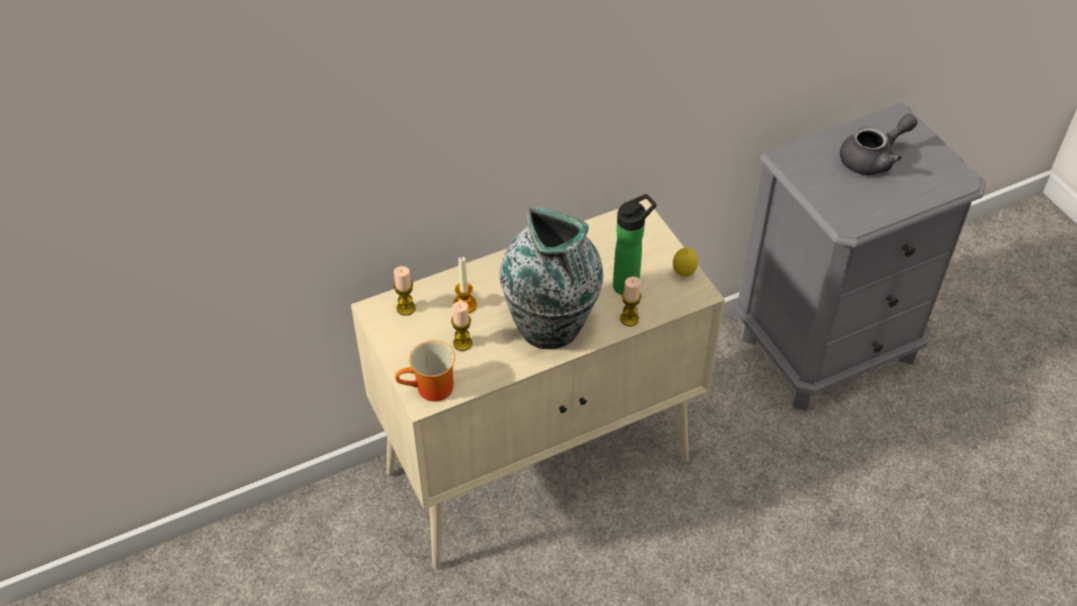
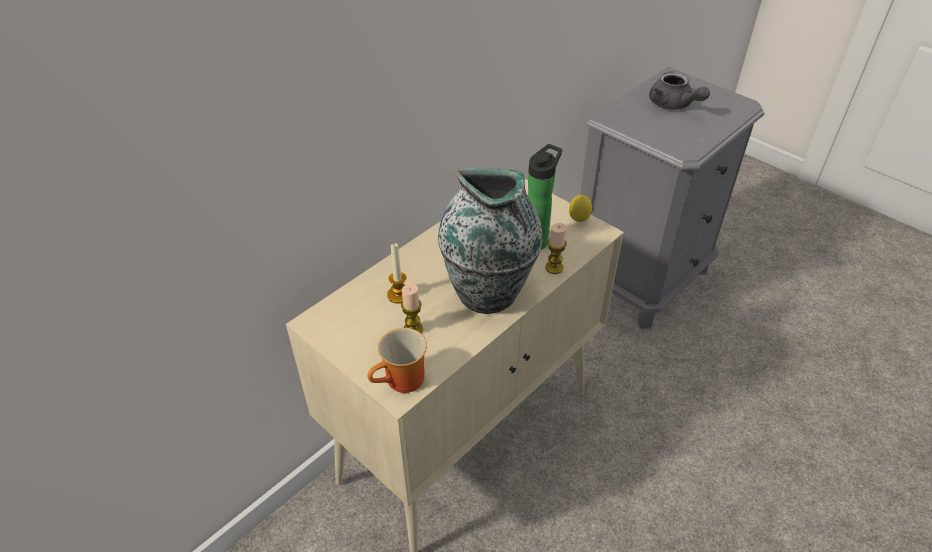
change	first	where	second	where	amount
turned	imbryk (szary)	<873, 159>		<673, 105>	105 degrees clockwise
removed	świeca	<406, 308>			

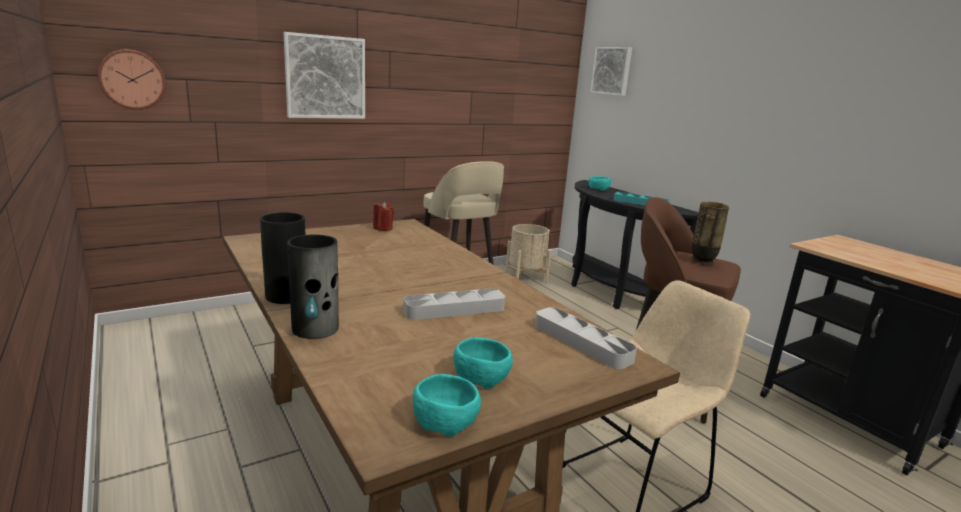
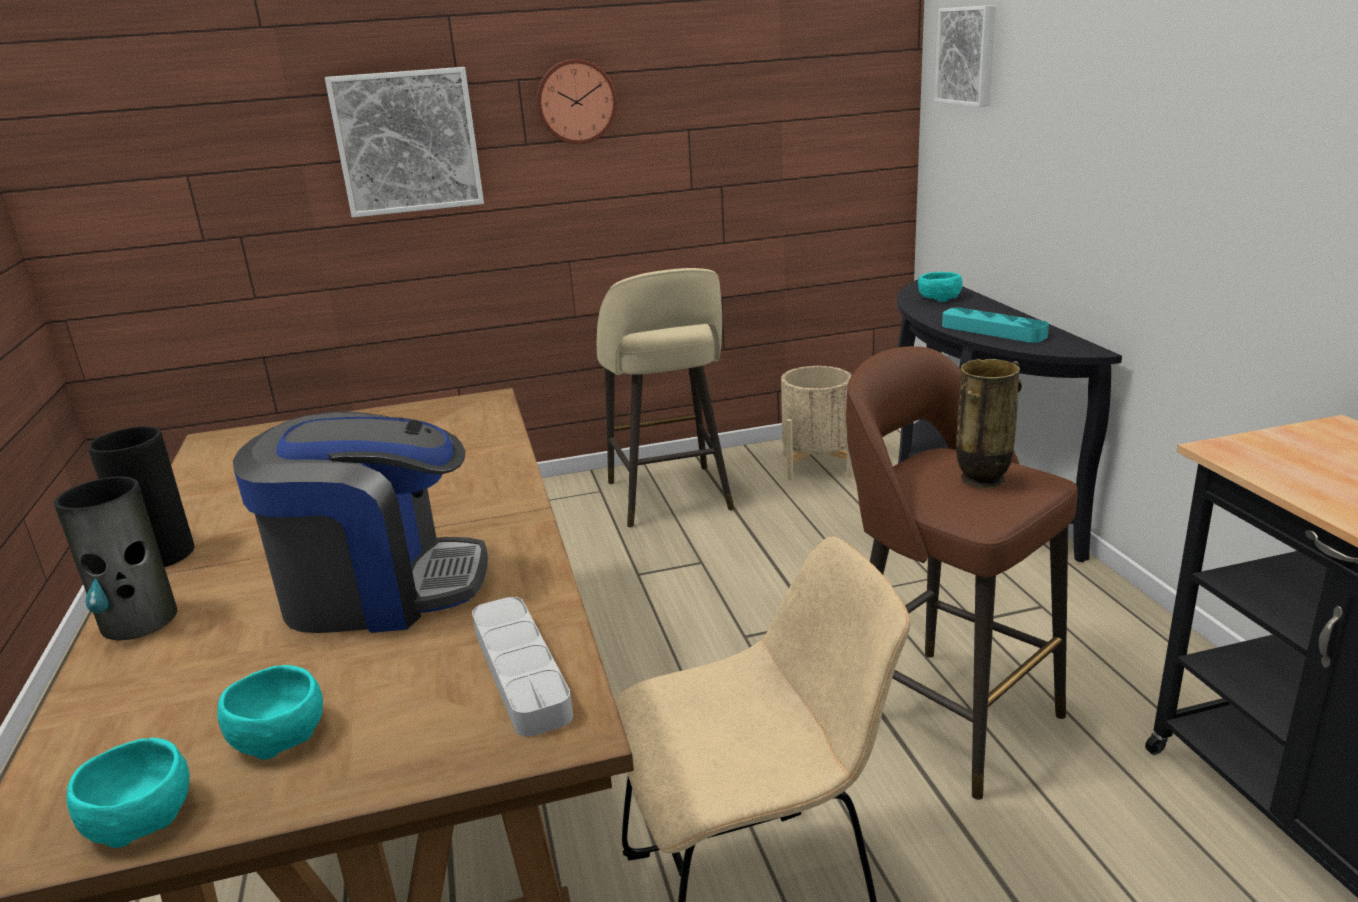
change	first	where	second	where	amount
moved	zegar ścienny	<132, 79>		<575, 101>	
removed	świeca (czerwony)	<383, 228>			
replaced	taca (szary)	<454, 309>	ekspres do kawy	<380, 589>	

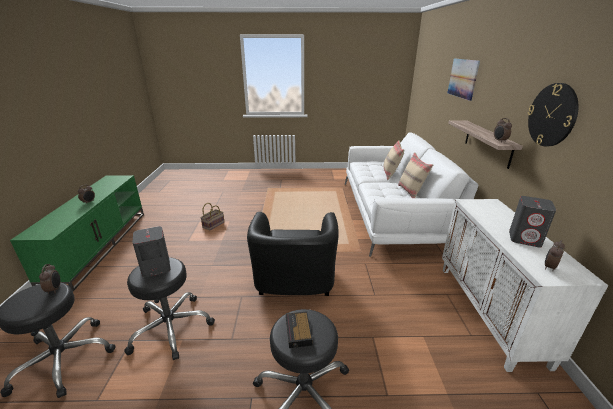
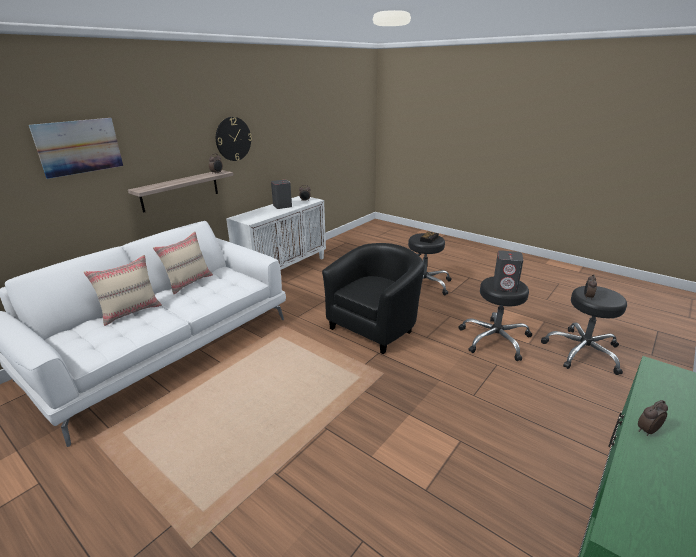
change	first	where	second	where	amount
removed	koszyk	<213, 224>			

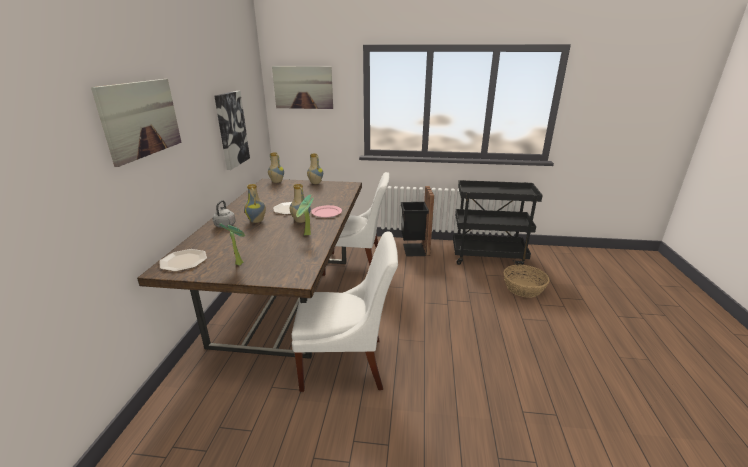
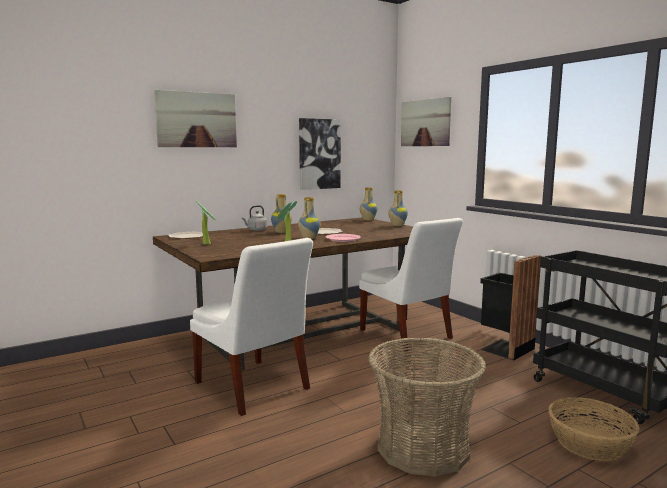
change	first	where	second	where	amount
added			koszyk	<422, 447>	

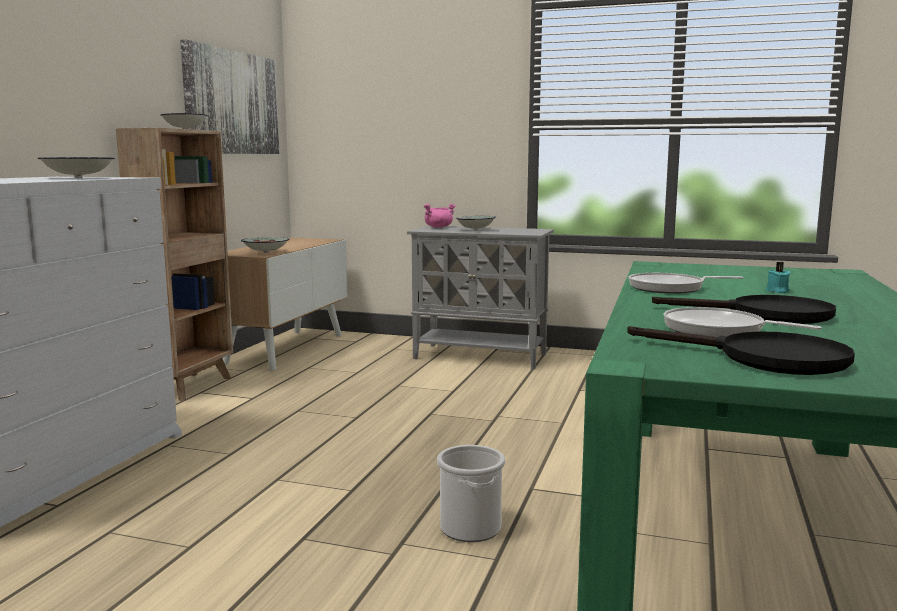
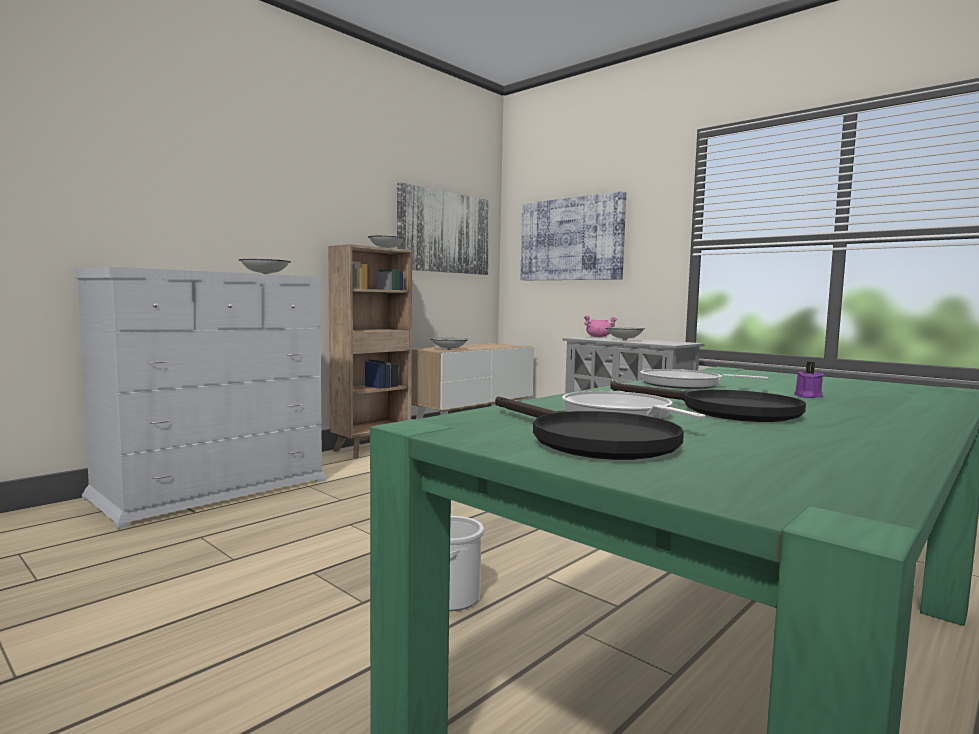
change	first	where	second	where	amount
recoloured	świeca (turkusowy)	<777, 291>	świeca (fioletowy)	<807, 396>	
added			obraz	<572, 239>	

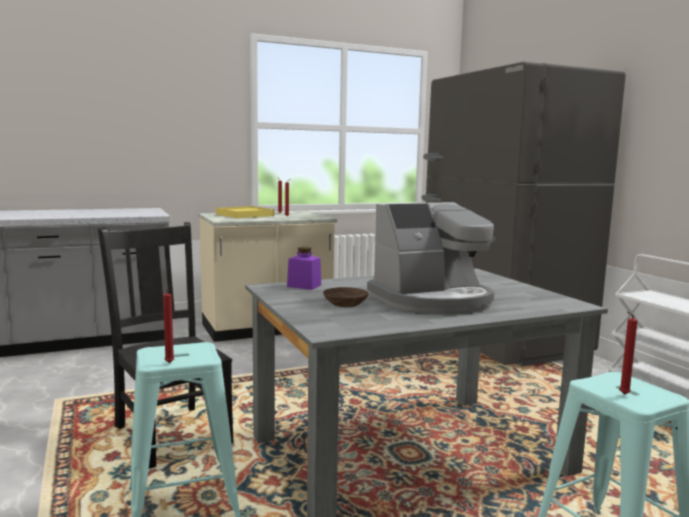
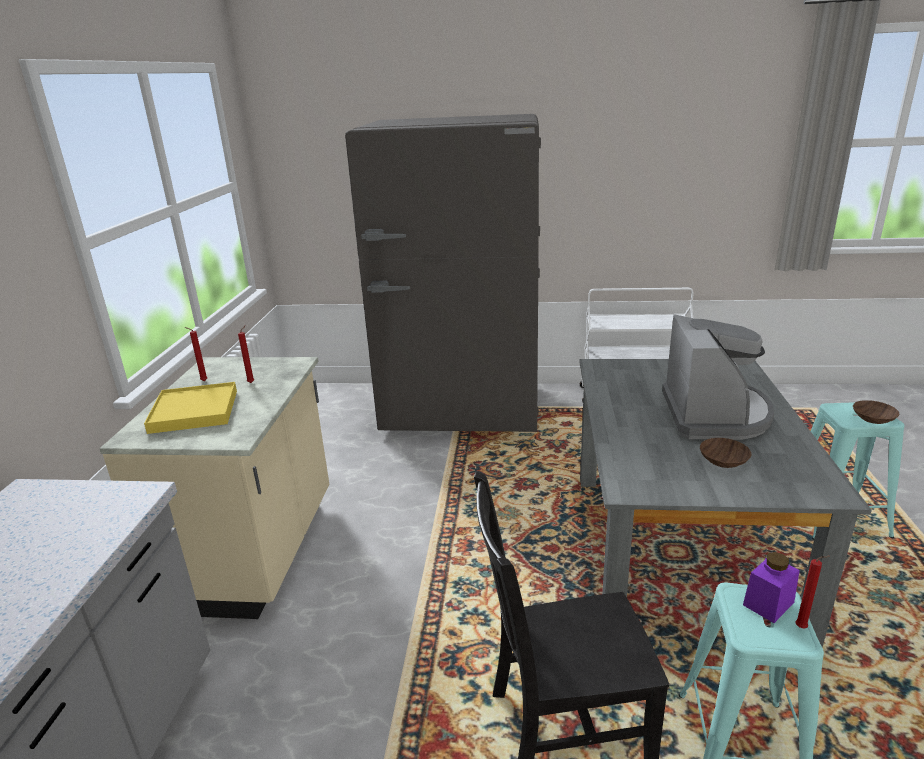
change	first	where	second	where	amount
moved	słoik (fioletowy)	<304, 286>		<768, 603>	
replaced	świeca (czerwony)	<622, 394>	miska (brązowy)	<872, 419>	

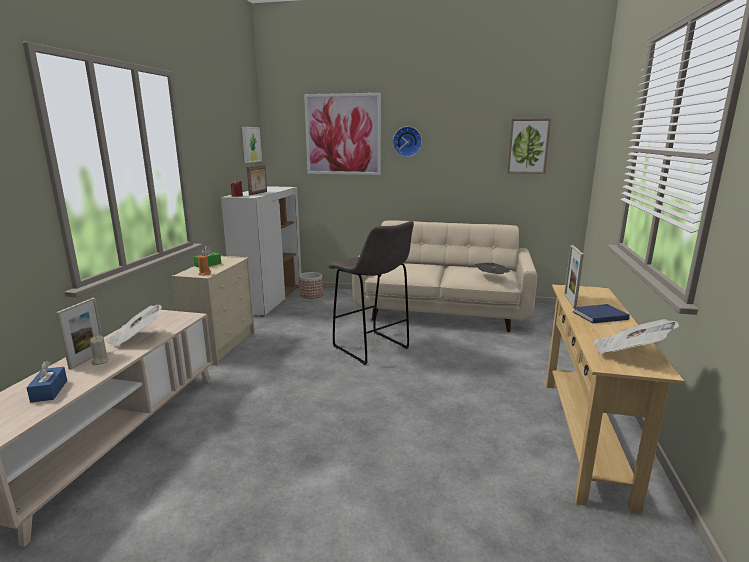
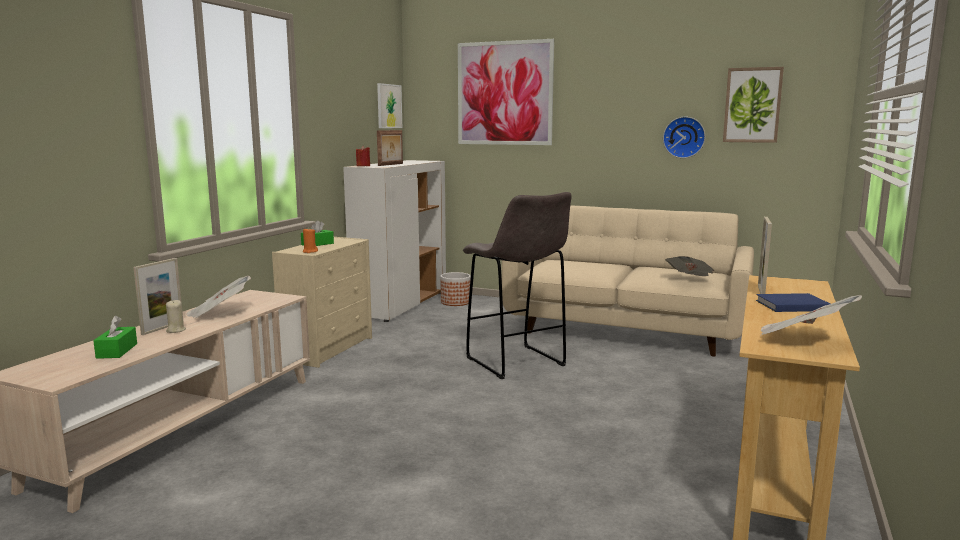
change	first	where	second	where	amount
moved	zegar ścienny	<407, 141>		<684, 137>	
recoloured	pudełko chusteczek (niebieski)	<49, 391>	pudełko chusteczek (zielony)	<117, 351>	

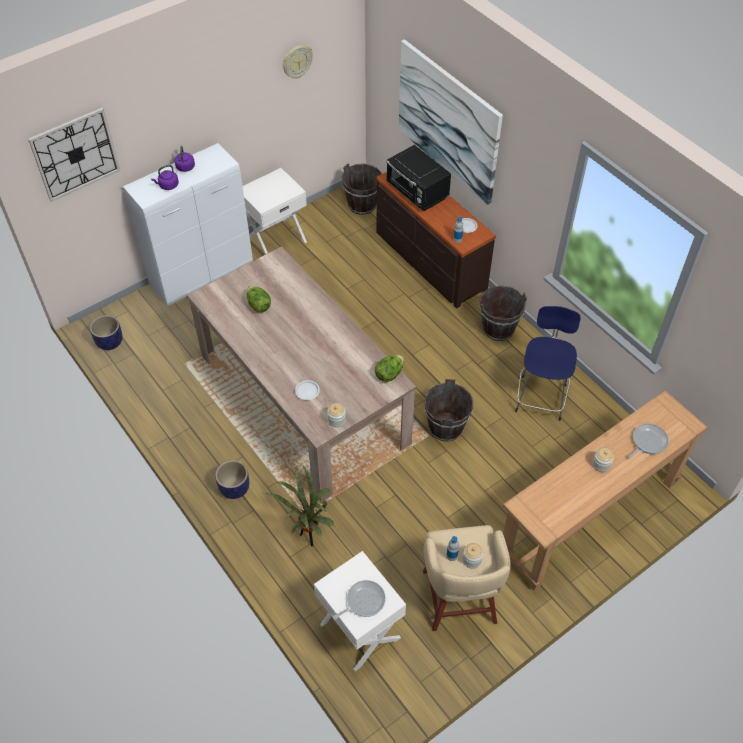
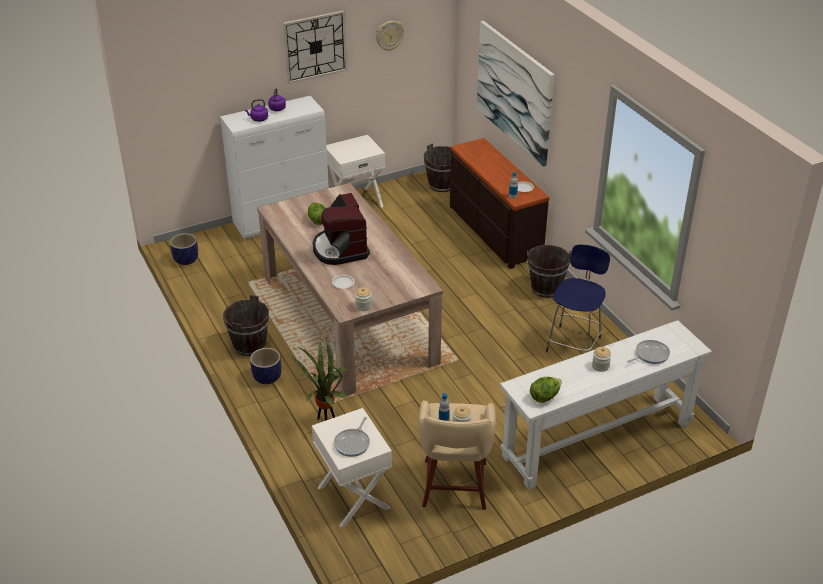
change	first	where	second	where	amount
moved	zegar ścienny	<75, 154>		<315, 46>	
removed	mikrofalówka (czarny)	<417, 193>			
moved	sałata	<389, 374>		<545, 397>	
moved	wiadro (brązowy)	<446, 427>		<250, 345>	
recoloured	stolik konsolowy (brązowy)	<588, 517>	stolik konsolowy (biały)	<597, 440>	
turned	patelnia	<363, 601>		<353, 443>	135 degrees clockwise
added			ekspres do kawy	<340, 249>	

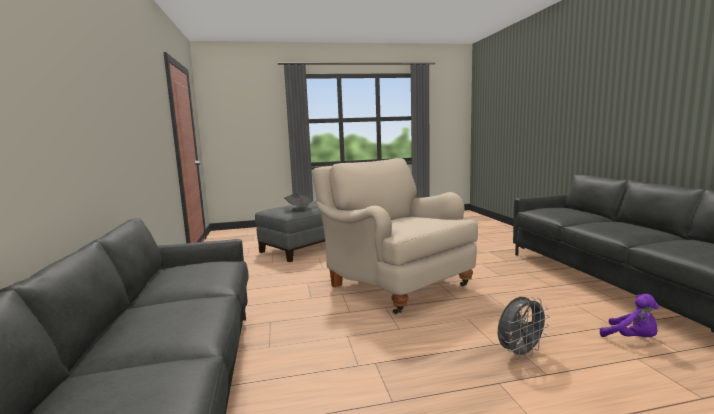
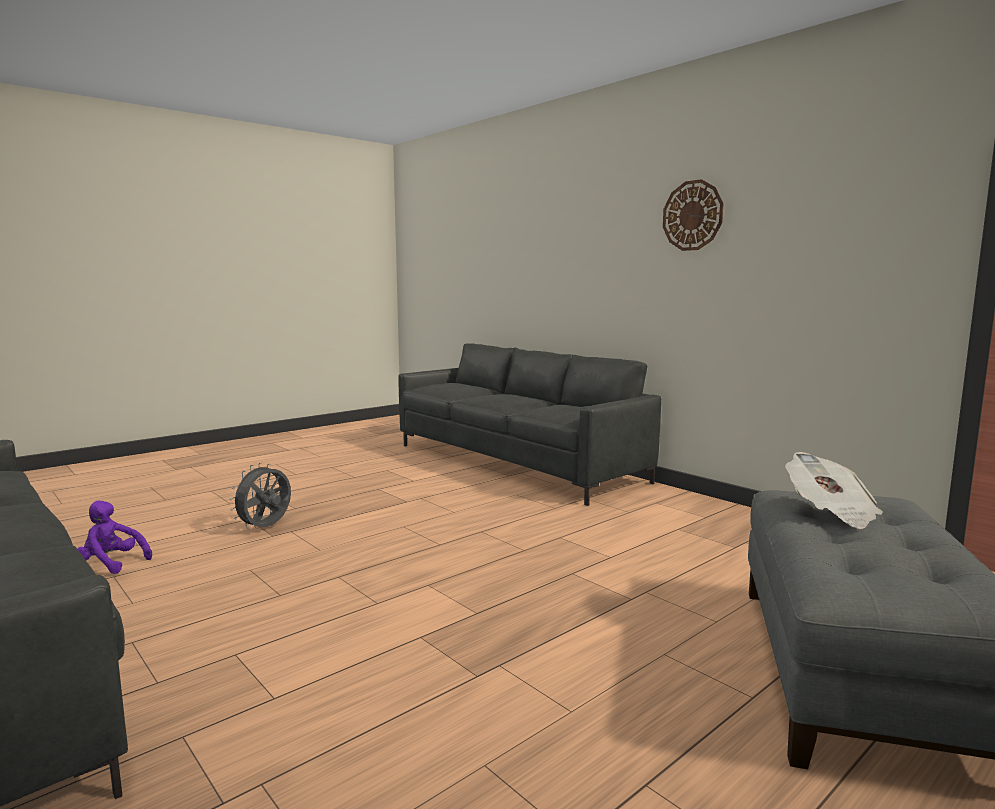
change	first	where	second	where	amount
removed	fotel (beżowy)	<394, 284>			
added			zegar ścienny	<692, 215>	

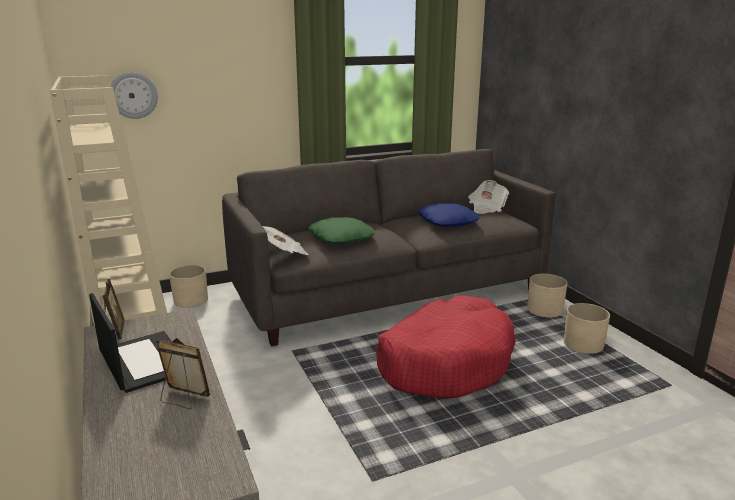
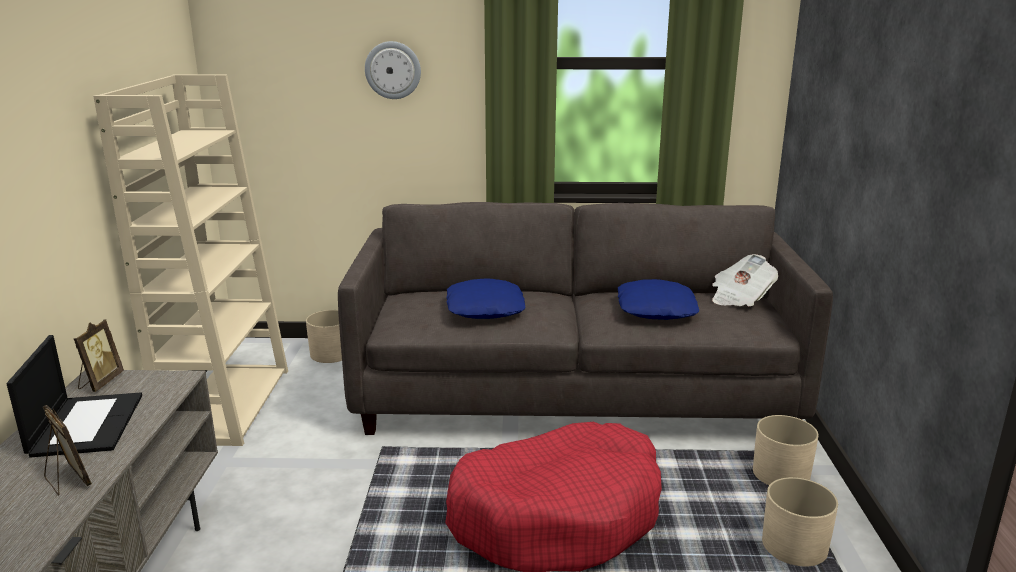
change	first	where	second	where	amount
moved	zegar ścienny	<133, 95>		<393, 70>	
recoloured	poduszka (zielony)	<341, 237>	poduszka (niebieski)	<486, 308>	
removed	gazeta	<283, 253>			

